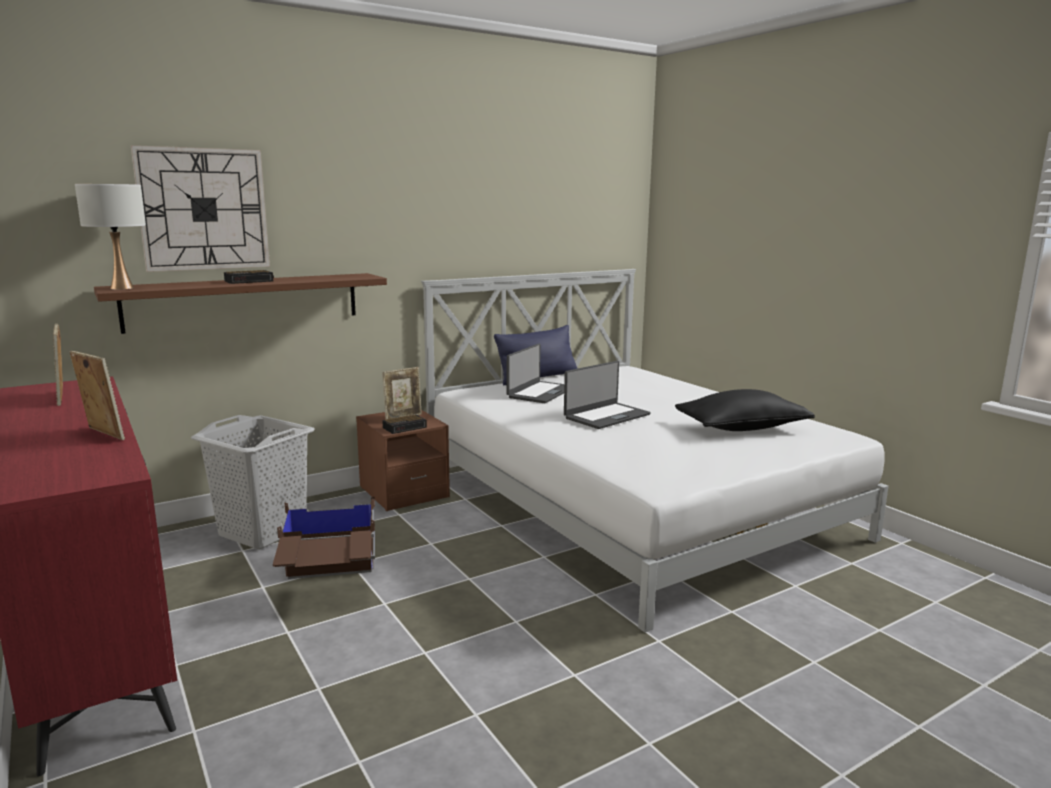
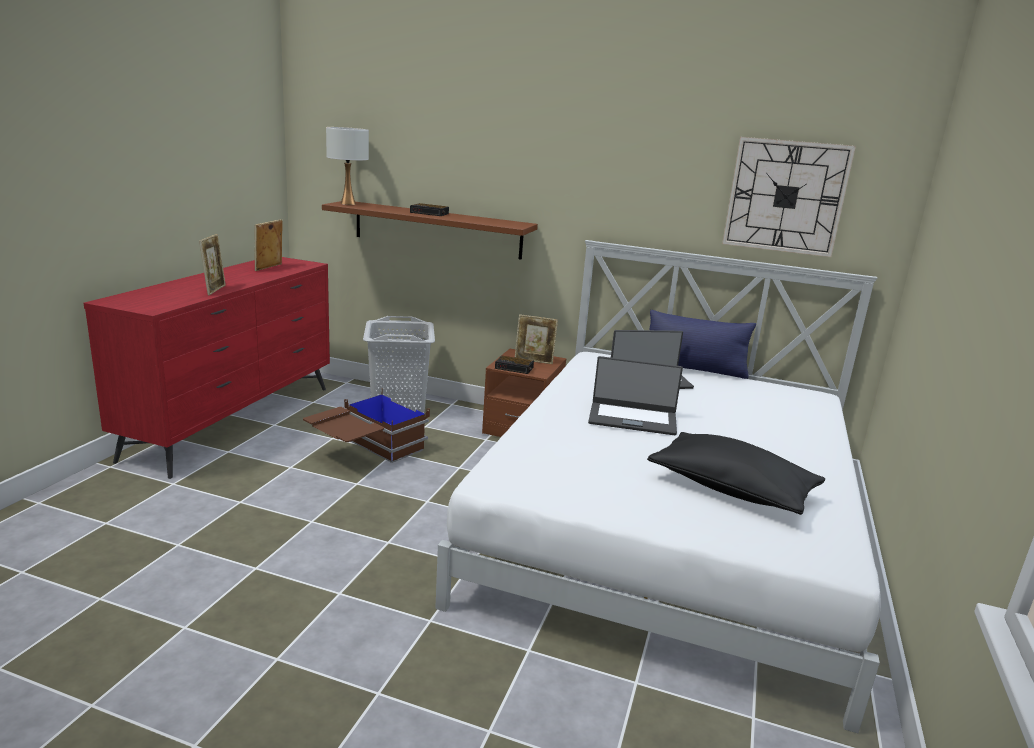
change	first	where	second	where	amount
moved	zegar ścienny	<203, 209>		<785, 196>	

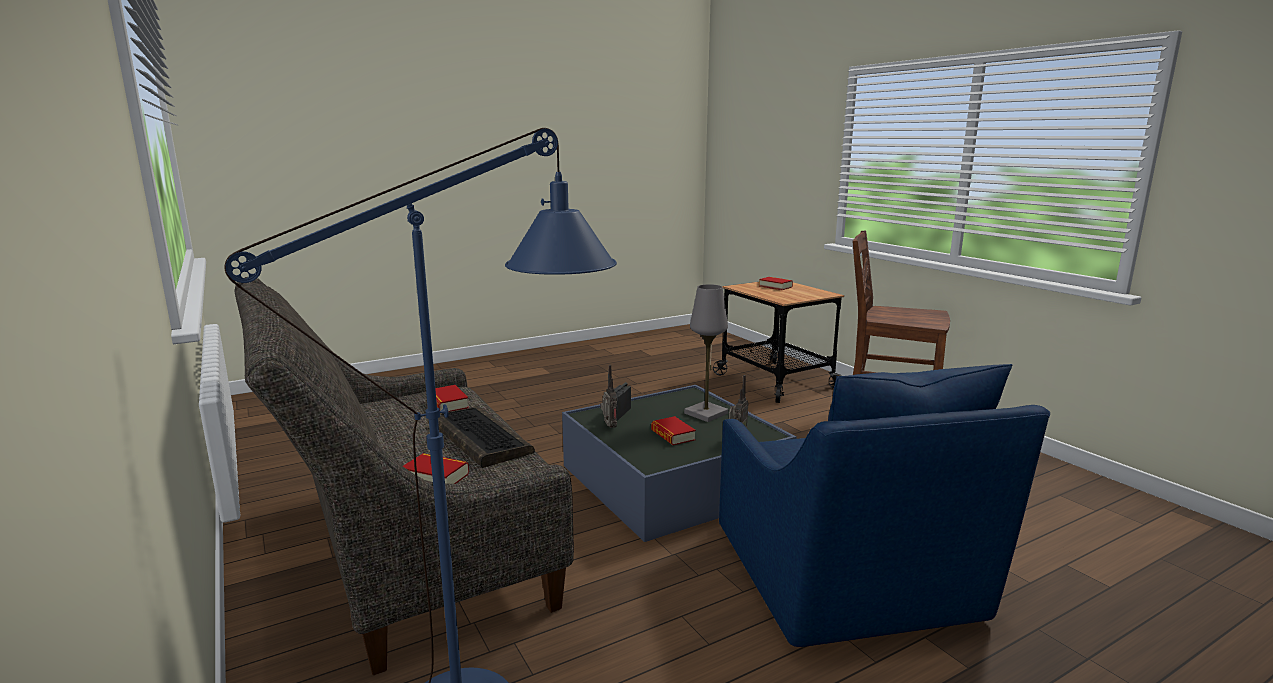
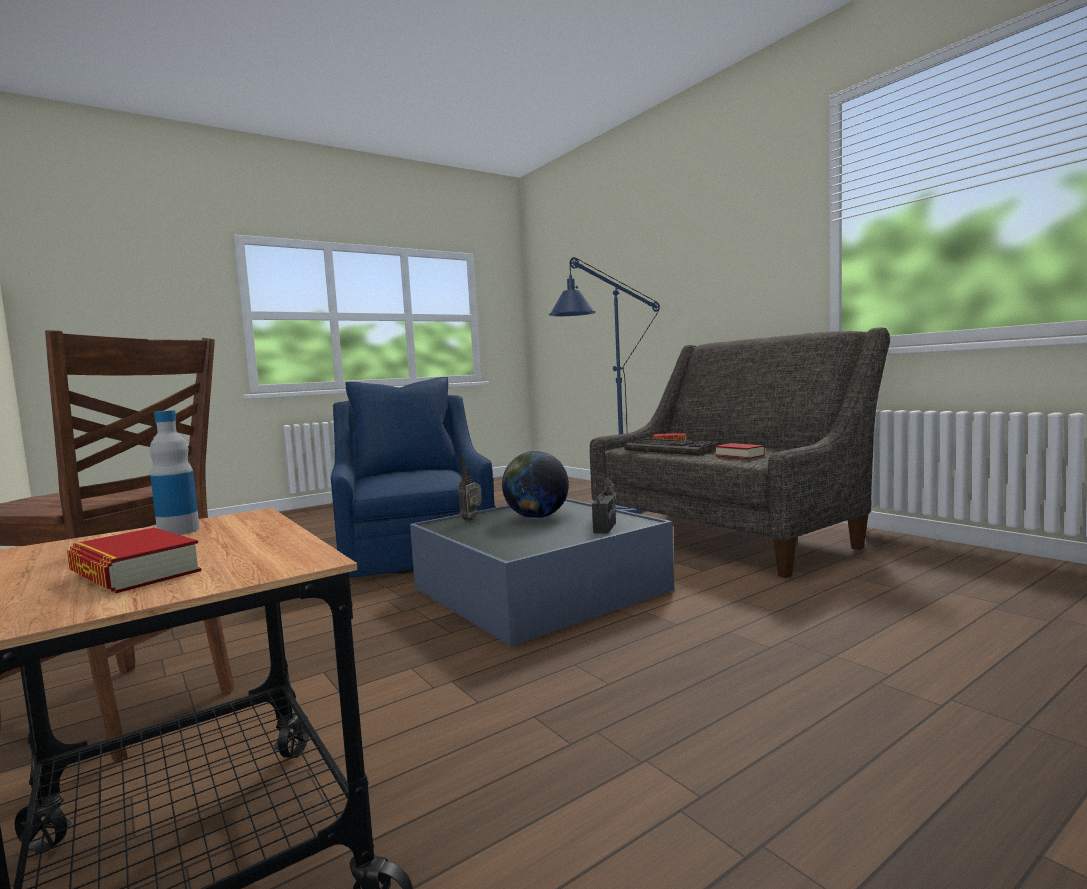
change	first	where	second	where	amount
removed	lampa stołowa (szary)	<706, 413>			
replaced	książka	<672, 435>	globus	<536, 517>	
added			butelka	<178, 531>	

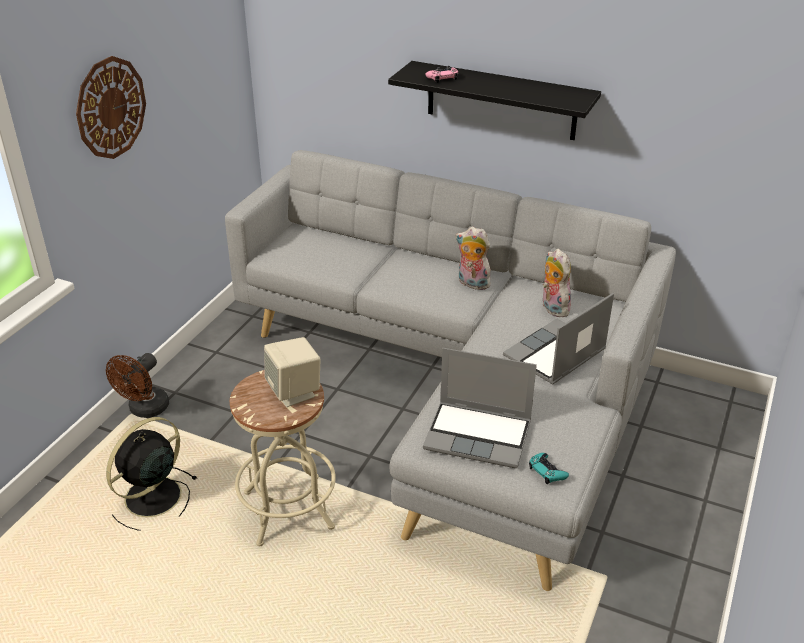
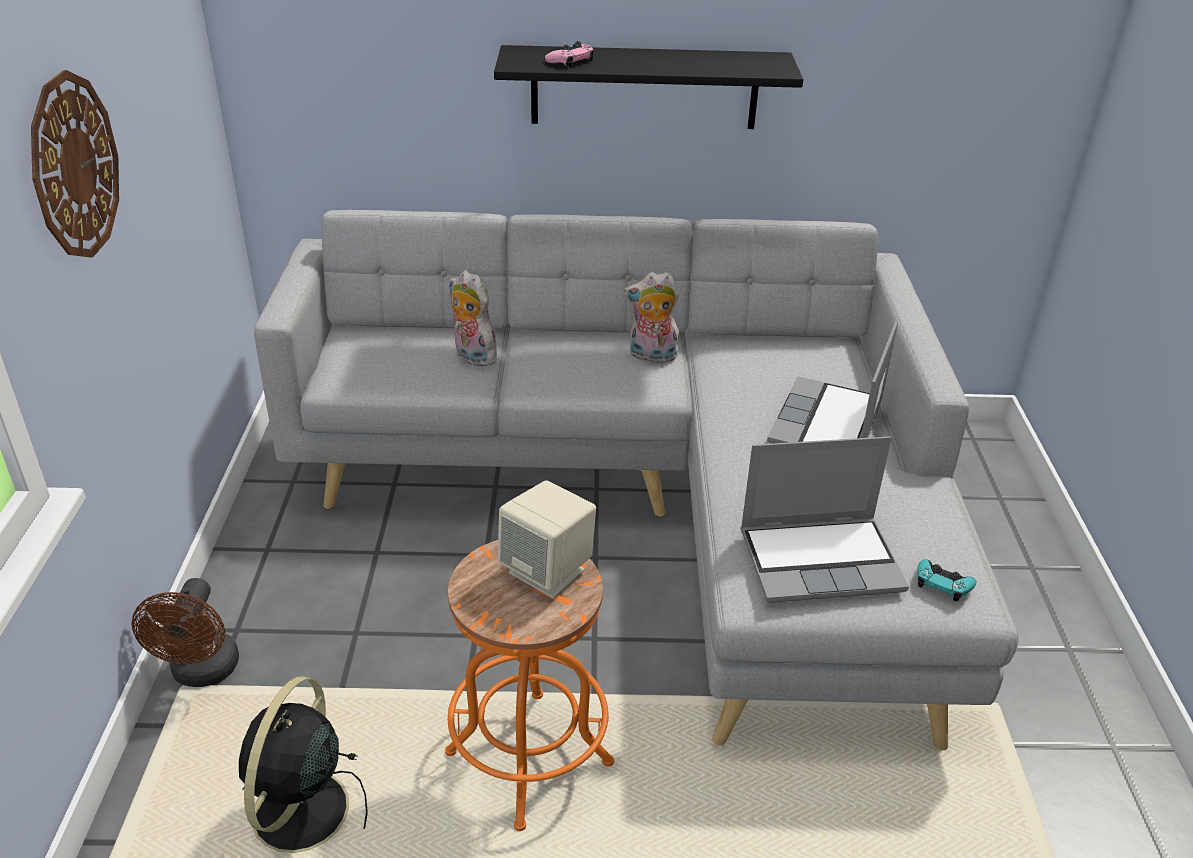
change	first	where	second	where	amount
moved	pluszak	<552, 308>		<472, 356>	
recoloured	stołek (beżowy)	<288, 510>	stołek (pomarańczowy)	<529, 757>	

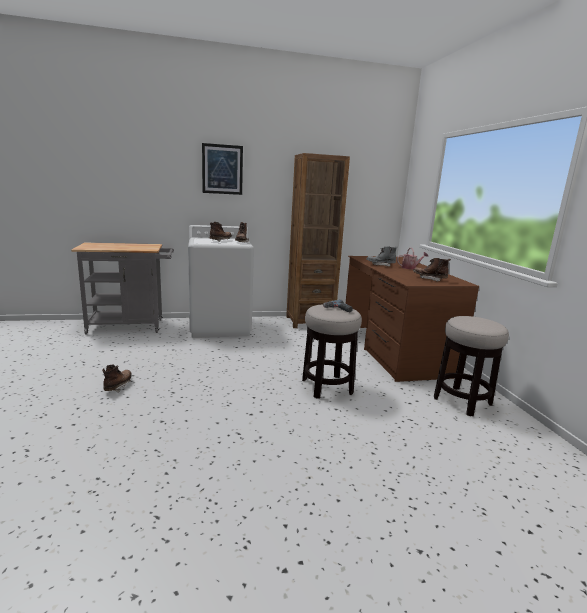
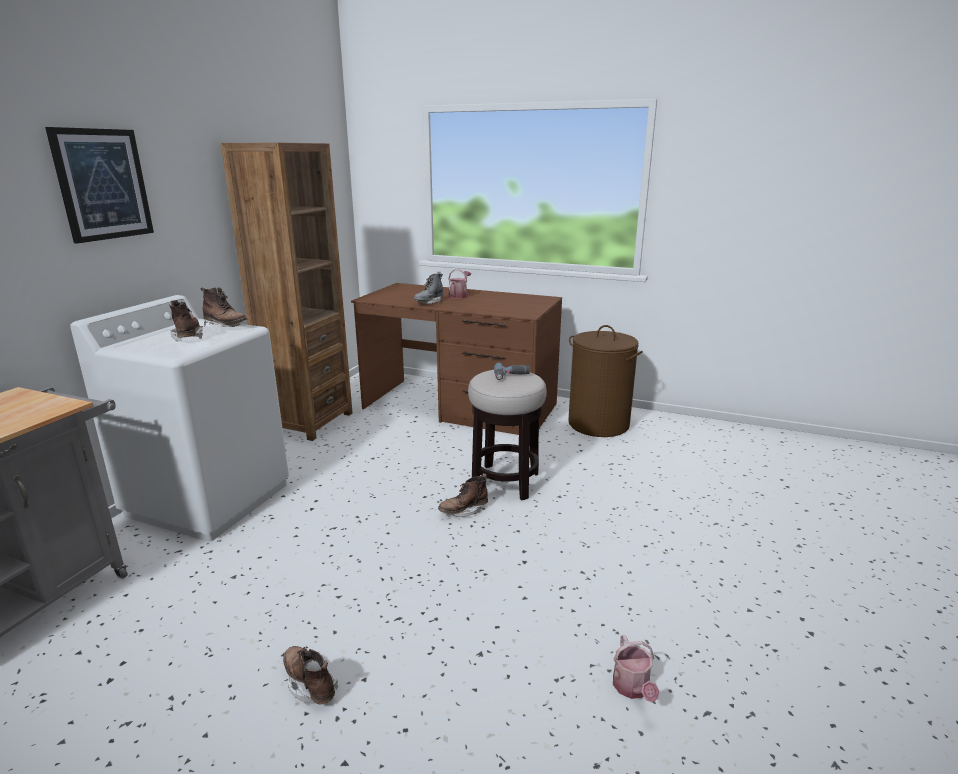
change	first	where	second	where	amount
moved	but z cholewką (brązowy)	<429, 279>		<463, 511>	
replaced	stołek	<462, 401>	kosz na pranie (brązowy)	<598, 424>	
added			konewka	<632, 688>	

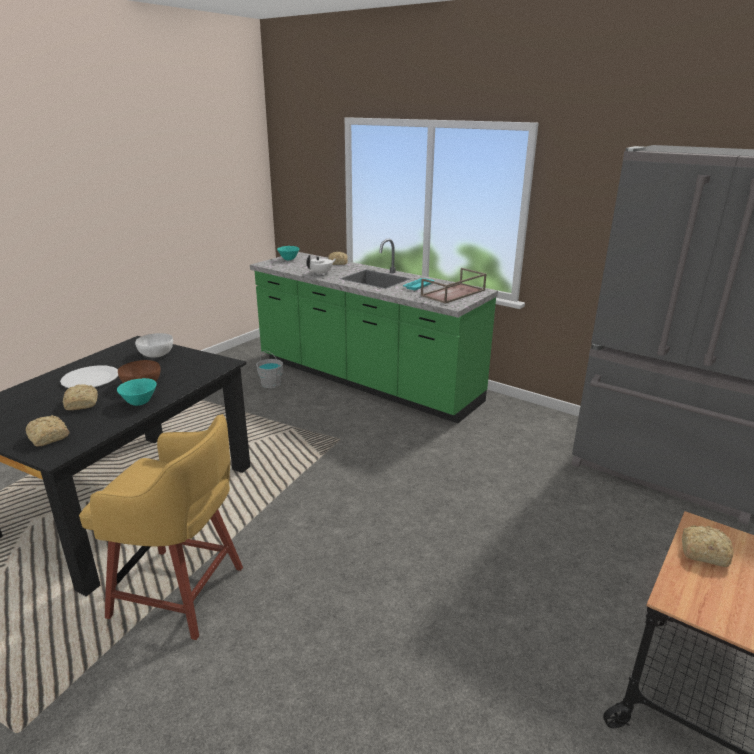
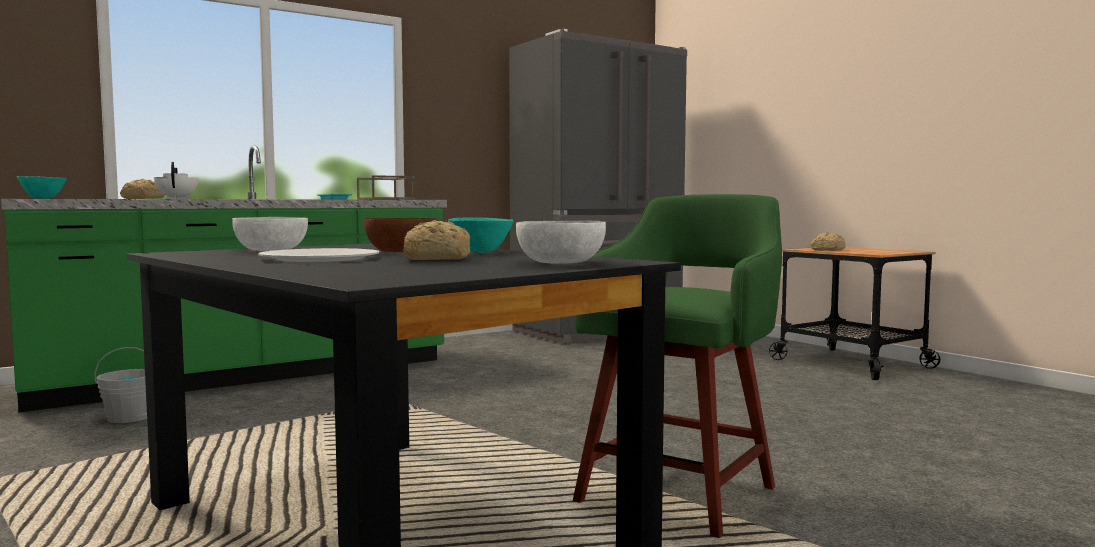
change	first	where	second	where	amount
recoloured	stołek (żółty)	<181, 593>	stołek (zielony)	<680, 493>	
replaced	chleb	<48, 438>	miska (biały)	<561, 262>	

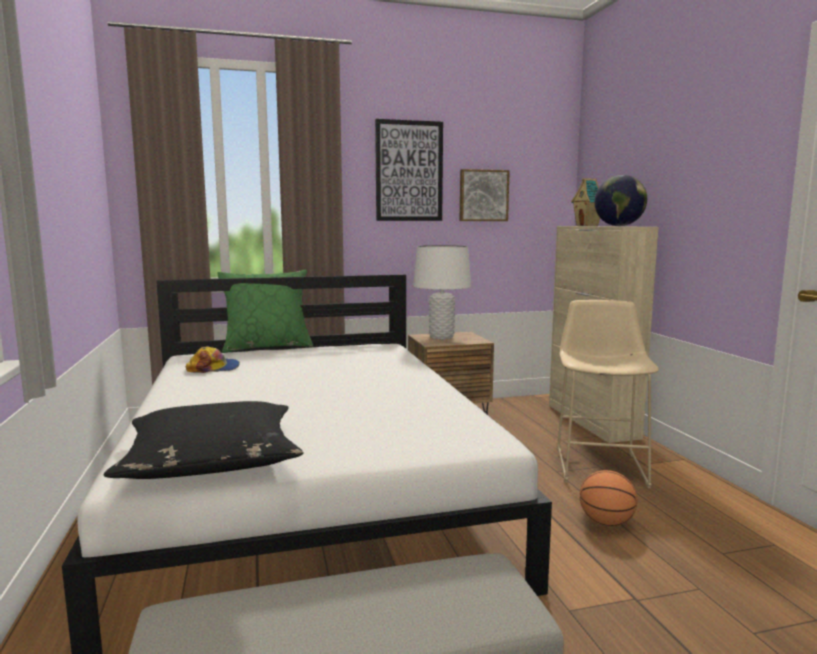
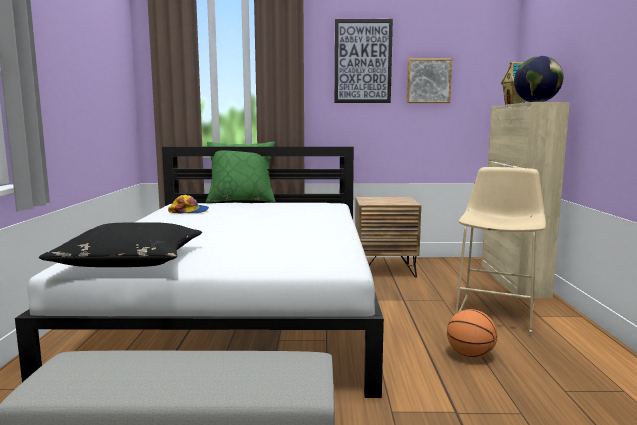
change	first	where	second	where	amount
removed	lampa stołowa (biały)	<441, 337>			

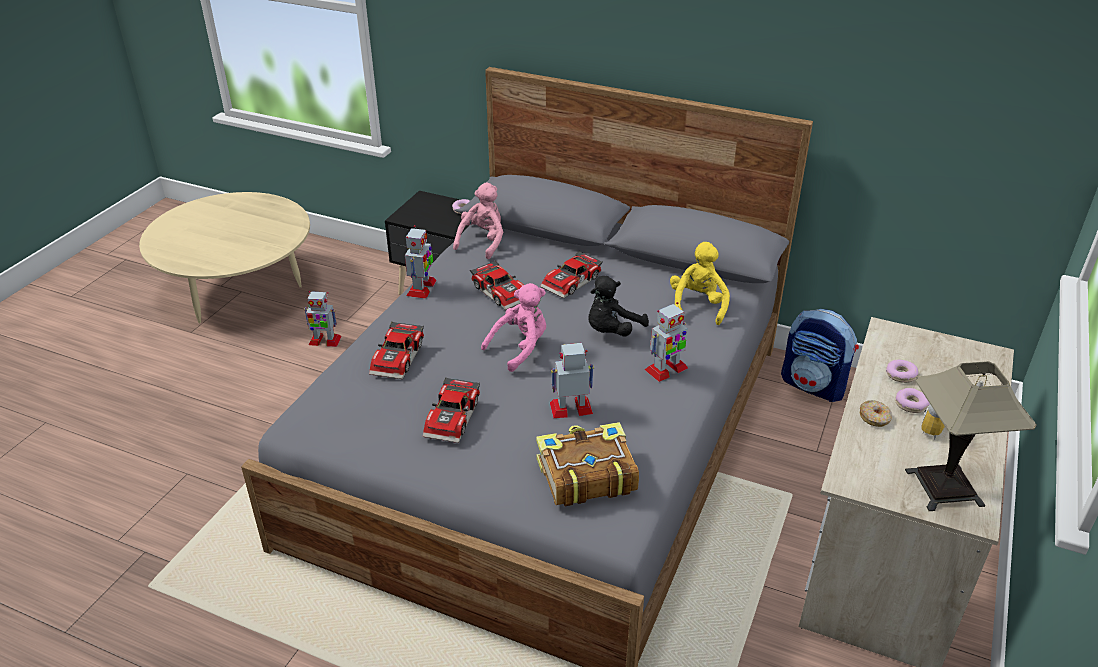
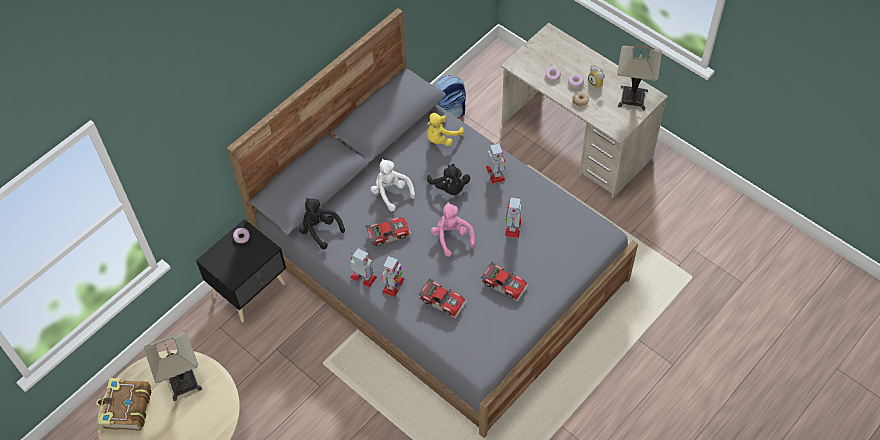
change	first	where	second	where	amount
recoloured	pluszak (różowy)	<483, 242>	pluszak (czarny)	<320, 230>	
turned	pluszak (żółty)	<697, 306>		<441, 138>	75 degrees counterclockwise
replaced	samochodzik	<573, 282>	pluszak (biały)	<391, 192>	
moved	robot zabawkowy	<324, 340>		<393, 285>	
moved	książka	<585, 475>		<126, 409>	
added			lampa stołowa	<183, 382>	

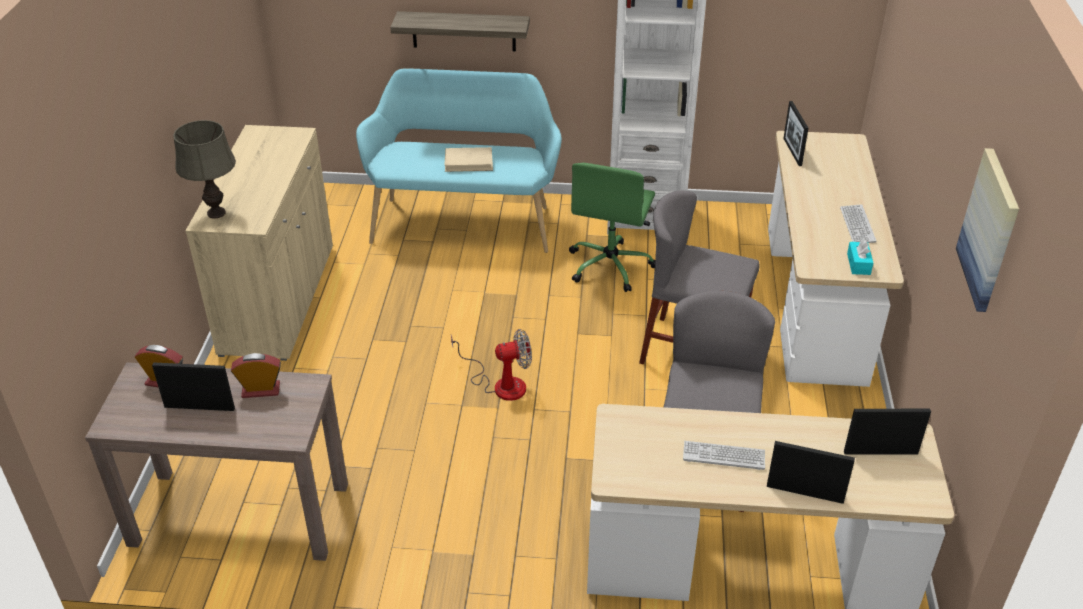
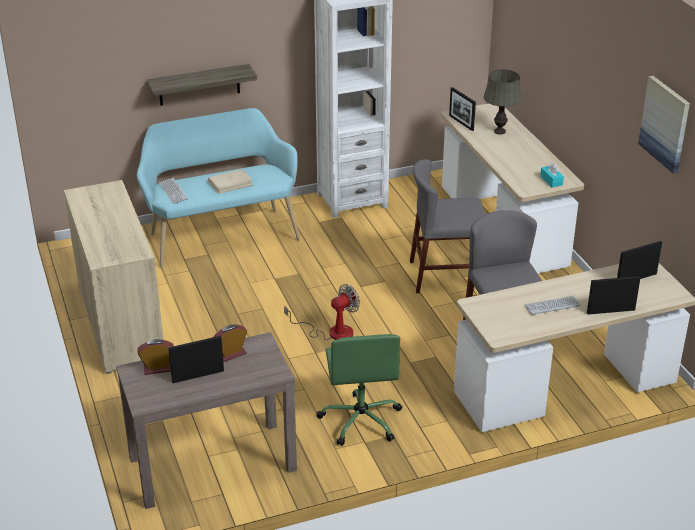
change	first	where	second	where	amount
moved	lampa stołowa (szary)	<216, 213>		<499, 131>	
moved	krzesło biurowe (zielony)	<610, 265>		<361, 420>	
moved	klawiatura	<857, 225>		<173, 191>	

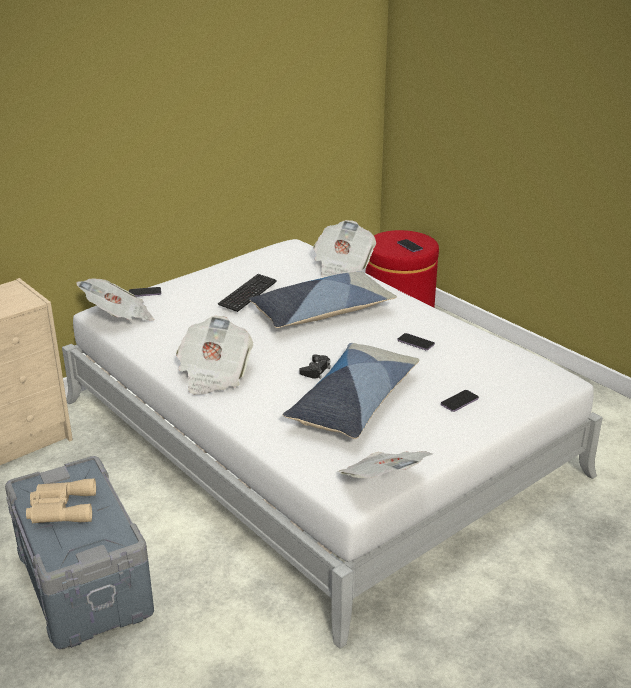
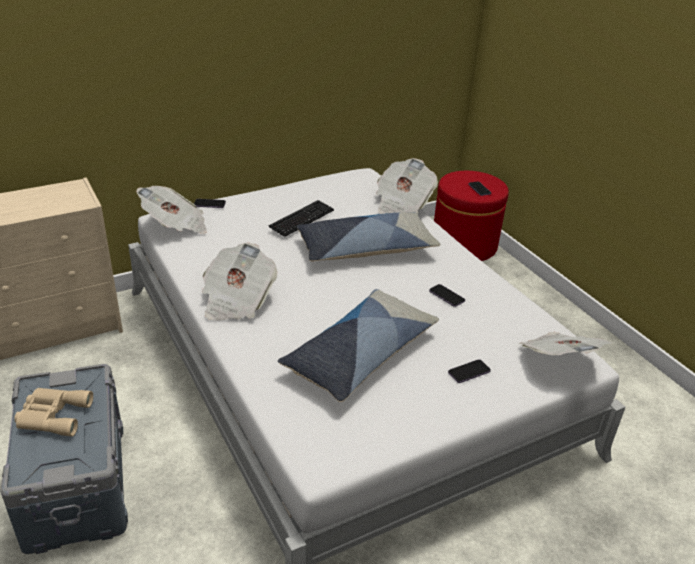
change	first	where	second	where	amount
removed	pad do gier (czarny)	<316, 370>			
moved	gazeta	<383, 482>		<558, 360>	

